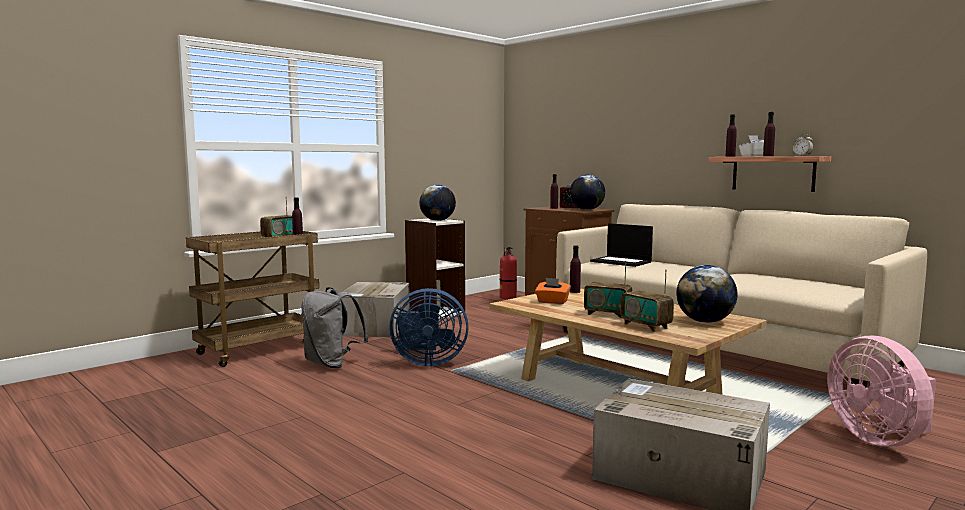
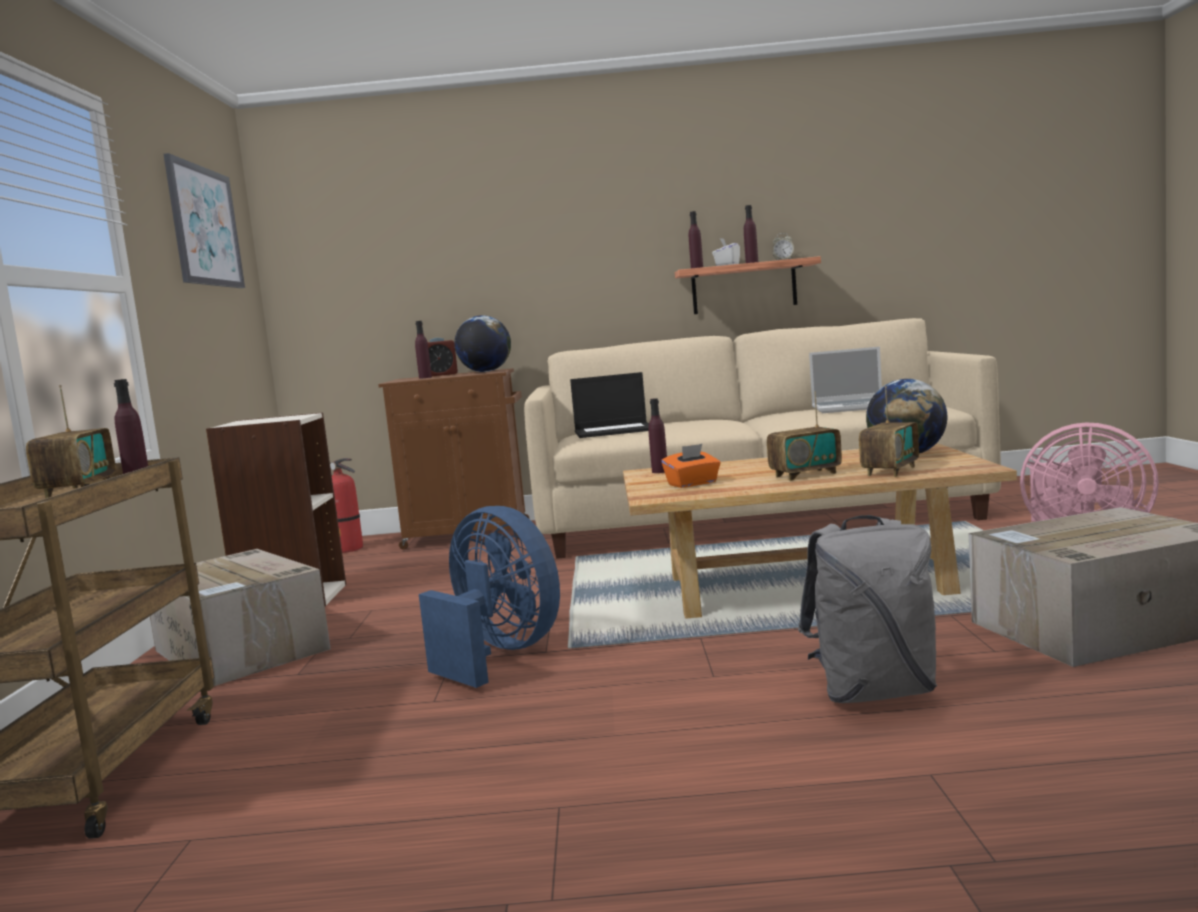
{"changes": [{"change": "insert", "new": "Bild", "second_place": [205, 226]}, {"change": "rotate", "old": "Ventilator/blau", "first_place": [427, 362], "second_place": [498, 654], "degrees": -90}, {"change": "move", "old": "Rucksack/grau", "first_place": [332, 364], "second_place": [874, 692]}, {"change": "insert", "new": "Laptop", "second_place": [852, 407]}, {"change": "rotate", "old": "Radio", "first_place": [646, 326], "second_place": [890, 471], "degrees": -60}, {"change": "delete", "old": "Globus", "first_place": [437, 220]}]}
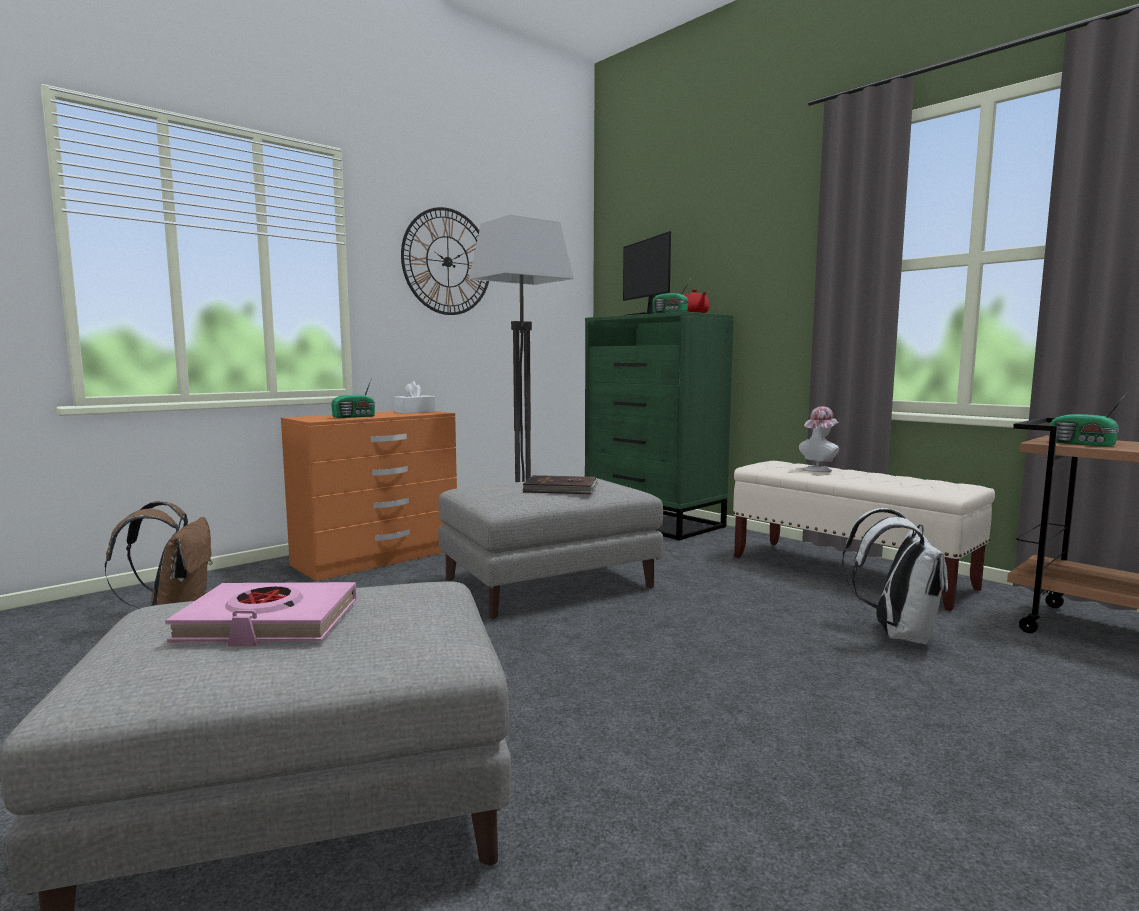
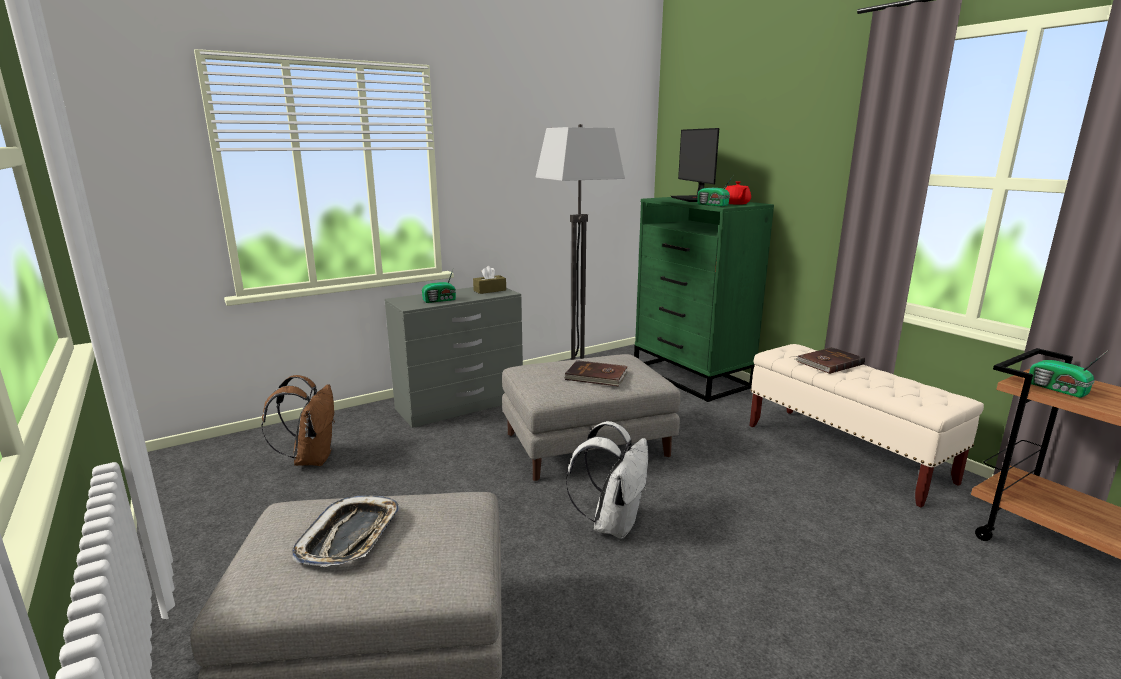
{"changes": [{"change": "replace", "old": "Buch/rosa", "new": "Tablett", "first_place": [268, 623], "second_place": [350, 537]}, {"change": "recolor", "old": "Kommode/orange", "new": "Kommode/grau", "first_place": [378, 557], "second_place": [461, 405]}, {"change": "recolor", "old": "Taschentuchbox/weiß", "new": "Taschentuchbox/braun", "first_place": [415, 412], "second_place": [490, 290]}, {"change": "move", "old": "Rucksack/weiß", "first_place": [896, 634], "second_place": [613, 524]}, {"change": "replace", "old": "Hut", "new": "Buch/braun", "first_place": [819, 469], "second_place": [829, 363]}, {"change": "delete", "old": "Wanduhr", "first_place": [447, 262]}]}
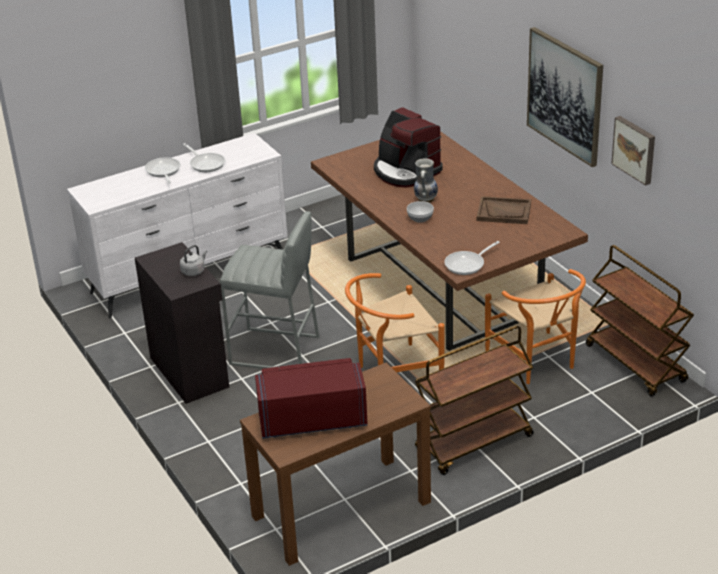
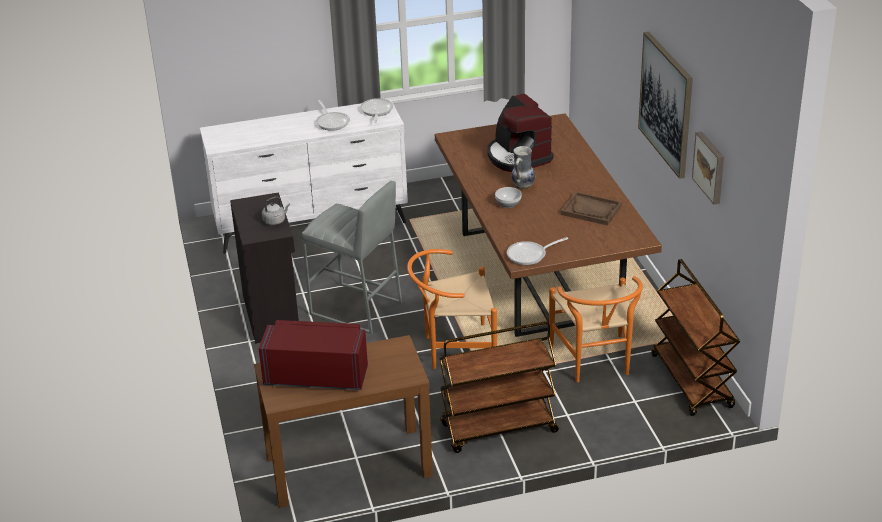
{"changes": [{"change": "move", "old": "Pfanne", "first_place": [163, 172], "second_place": [376, 111]}]}
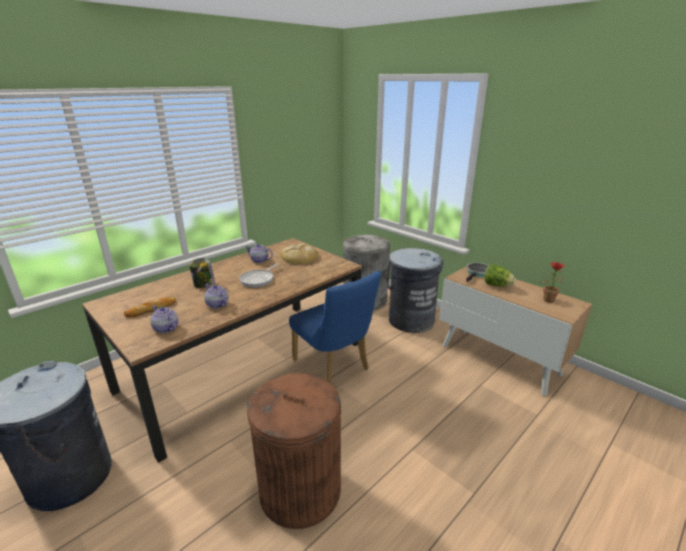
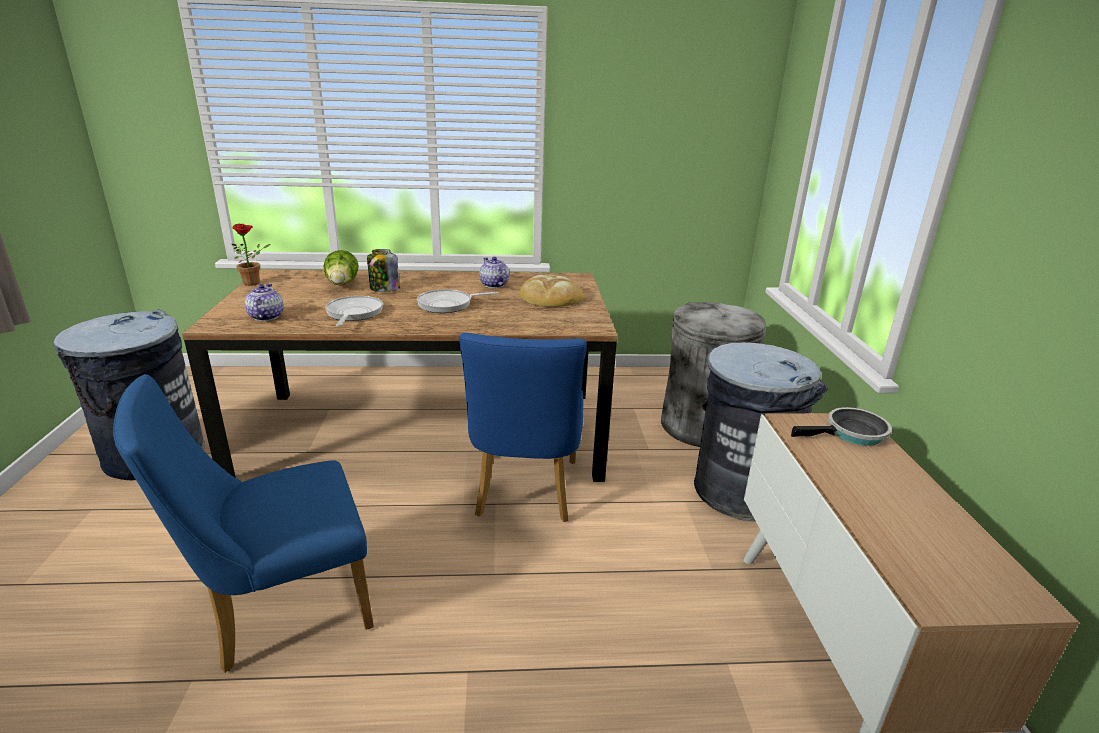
{"changes": [{"change": "replace", "old": "Mülleimer/braun", "new": "Stuhl/blau", "first_place": [299, 489], "second_place": [279, 610]}, {"change": "move", "old": "Topfpflanze", "first_place": [548, 299], "second_place": [255, 283]}, {"change": "move", "old": "Salatkopf", "first_place": [497, 285], "second_place": [342, 285]}, {"change": "replace", "old": "Teekanne", "new": "Pfanne", "first_place": [217, 305], "second_place": [353, 314]}, {"change": "delete", "old": "Brot", "first_place": [152, 309]}]}
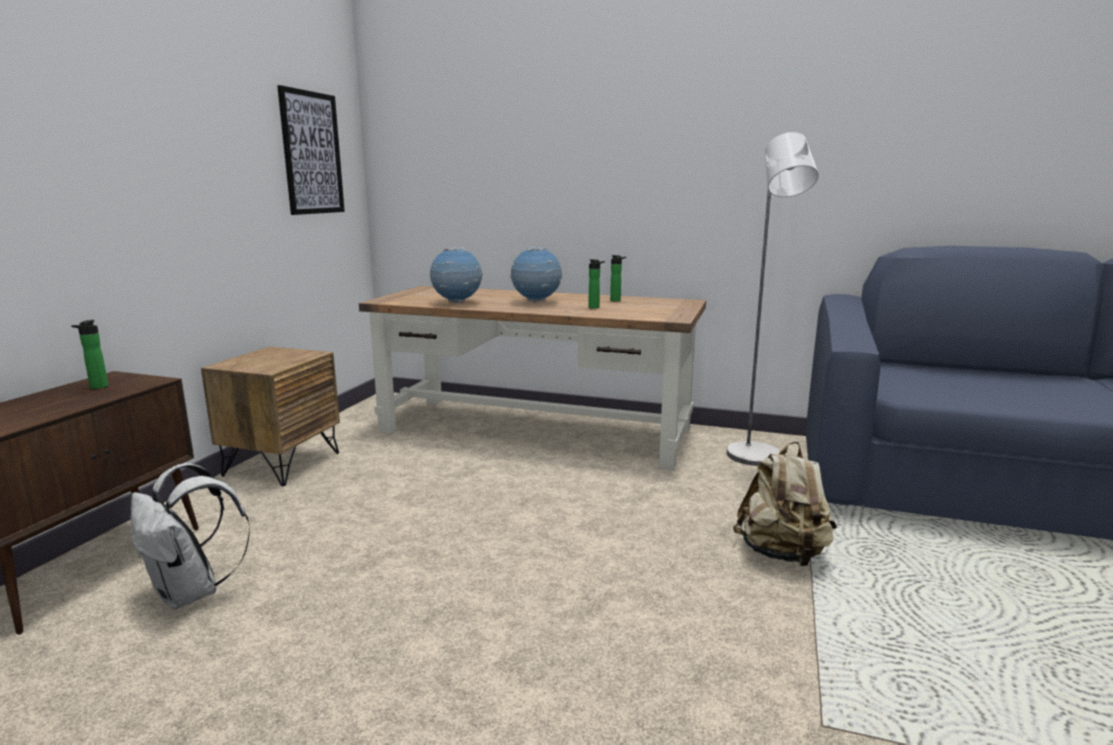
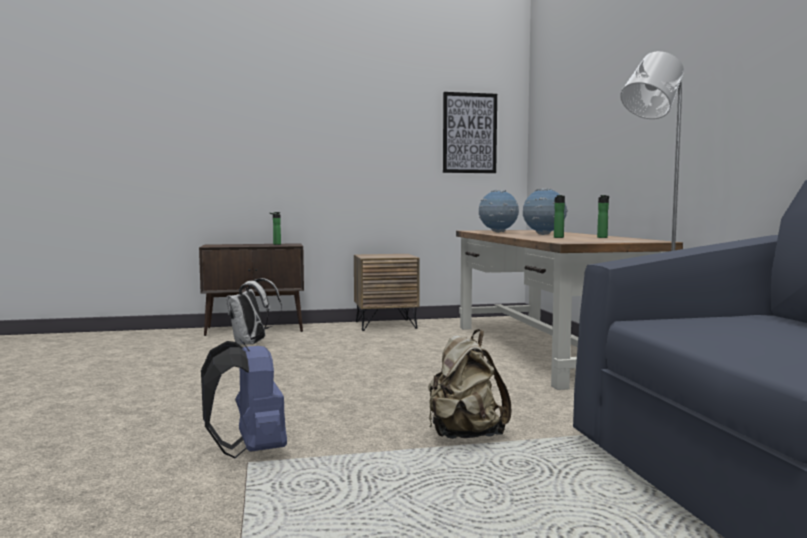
{"changes": [{"change": "insert", "new": "Rucksack/blau", "second_place": [250, 451]}]}
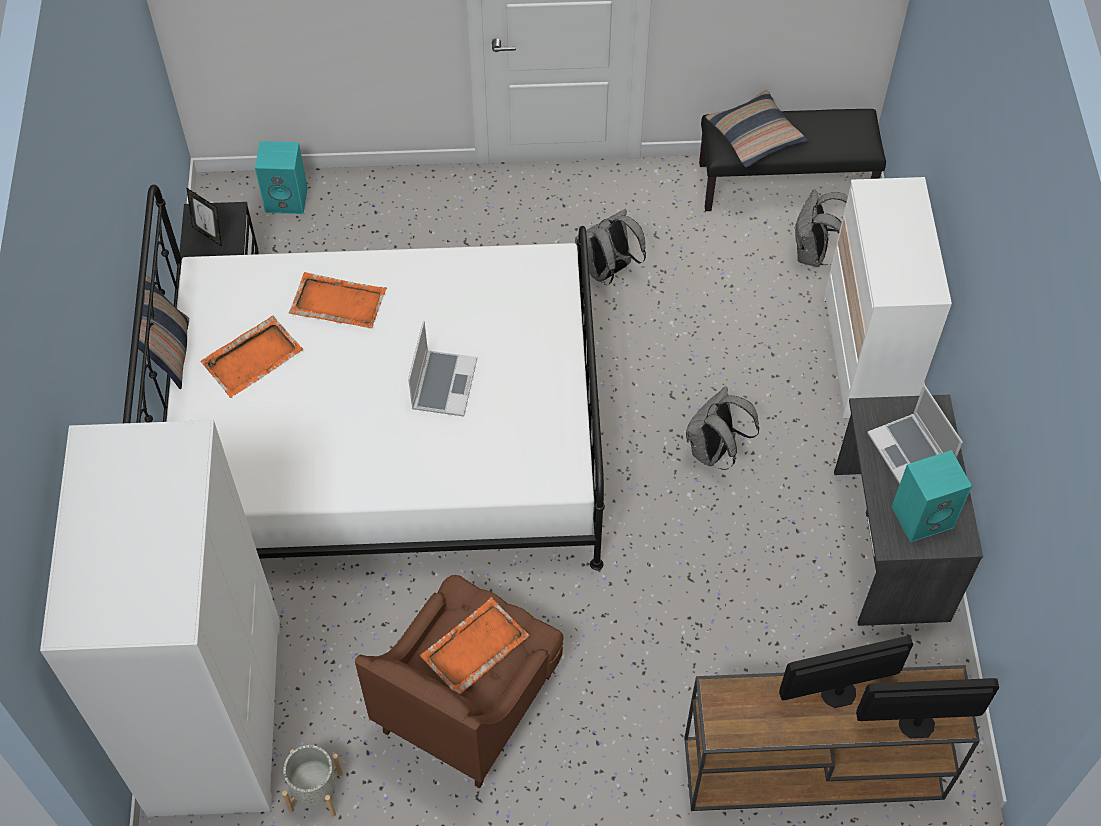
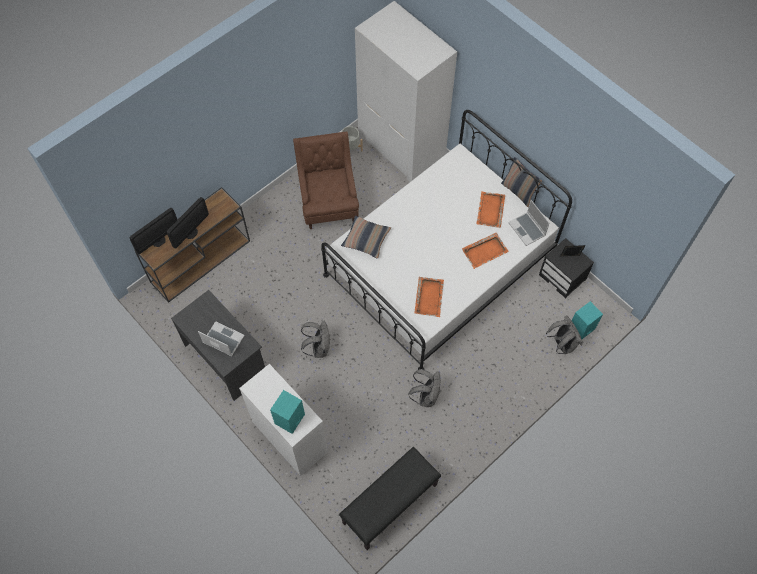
{"changes": [{"change": "move", "old": "Lautsprecher/türkis", "first_place": [923, 516], "second_place": [289, 420]}, {"change": "move", "old": "Kissen", "first_place": [755, 136], "second_place": [366, 239]}, {"change": "move", "old": "Tablett/orange", "first_place": [474, 648], "second_place": [429, 297]}, {"change": "move", "old": "Laptop", "first_place": [443, 383], "second_place": [527, 229]}, {"change": "move", "old": "Rucksack/grau", "first_place": [813, 254], "second_place": [562, 344]}]}
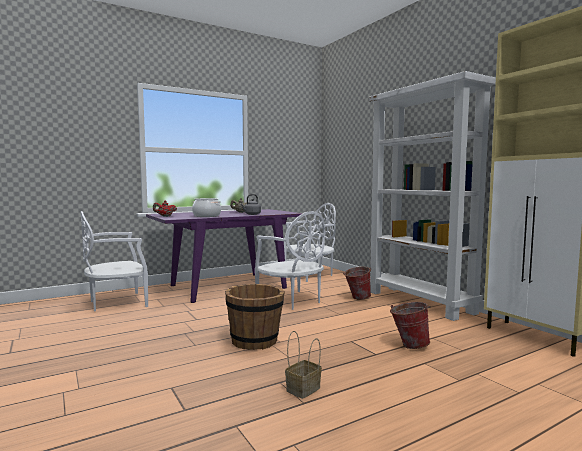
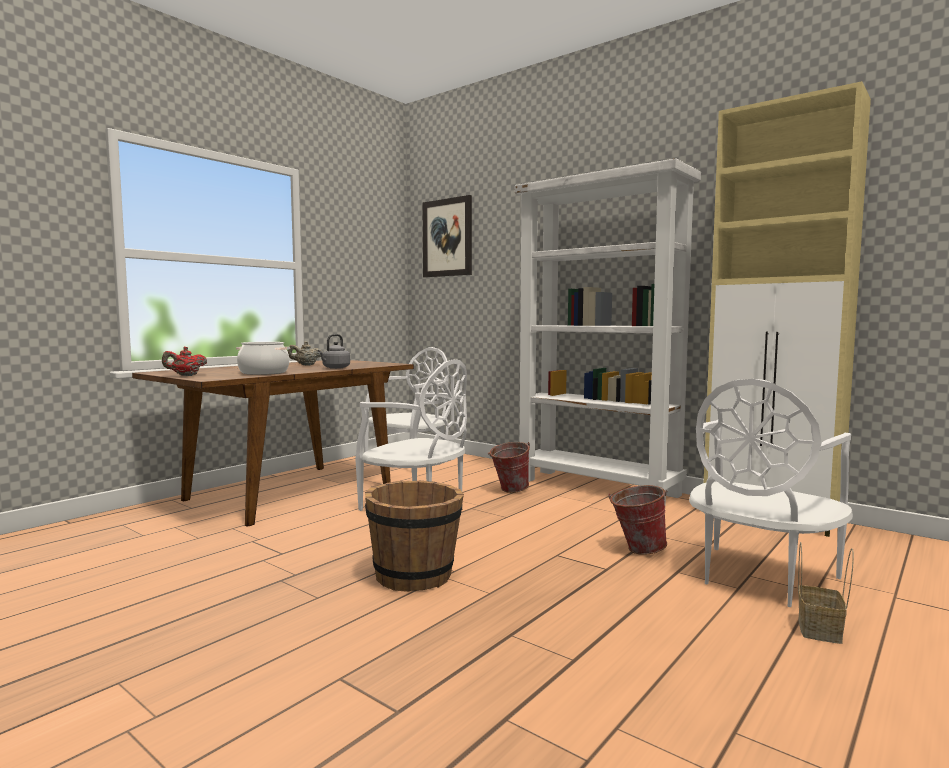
{"changes": [{"change": "recolor", "old": "Esstisch/lila", "new": "Esstisch/braun", "first_place": [227, 287], "second_place": [288, 493]}, {"change": "insert", "new": "Bild", "second_place": [447, 238]}, {"change": "move", "old": "Stuhl/weiß", "first_place": [116, 303], "second_place": [759, 578]}, {"change": "move", "old": "Korb", "first_place": [303, 390], "second_place": [821, 631]}]}
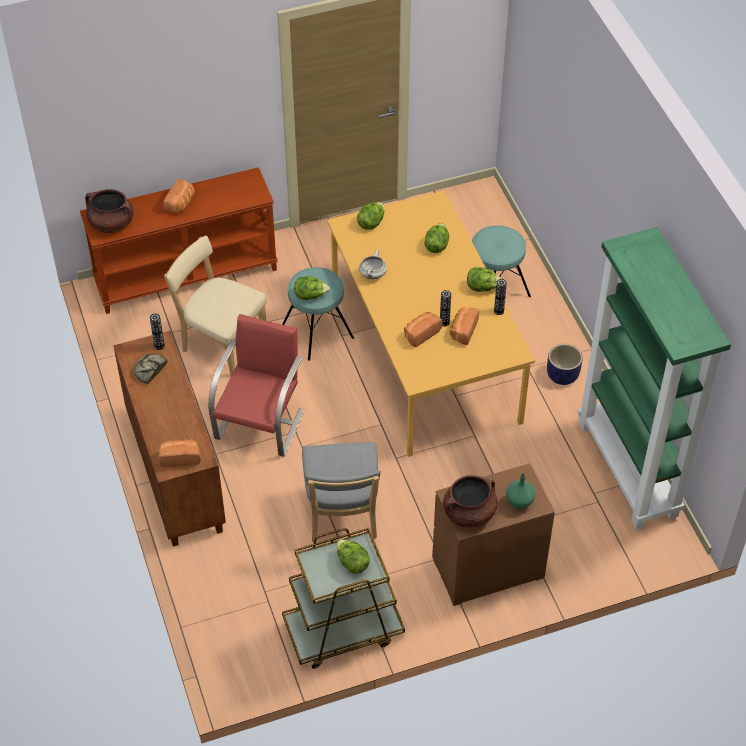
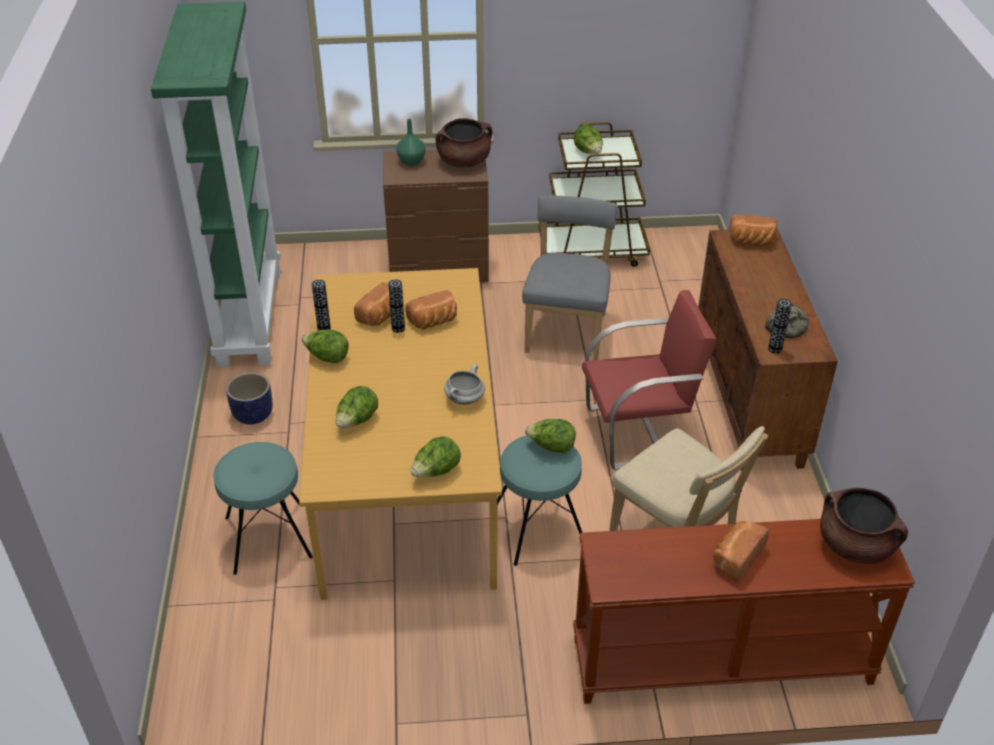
{"changes": [{"change": "rotate", "old": "Stuhl/rot", "first_place": [261, 423], "second_place": [638, 432], "degrees": -135}]}
